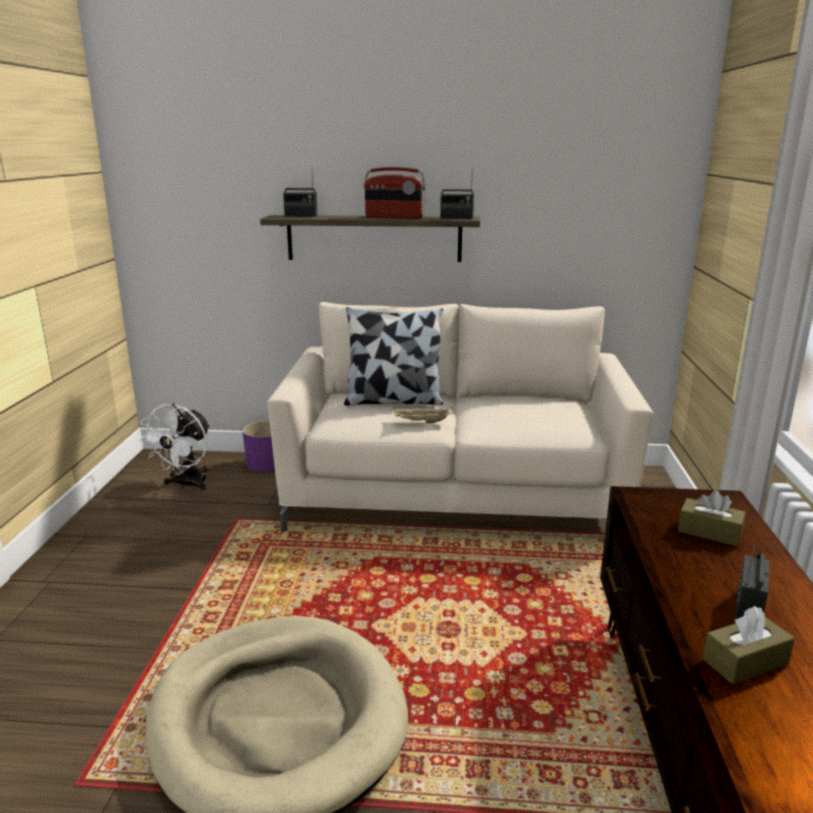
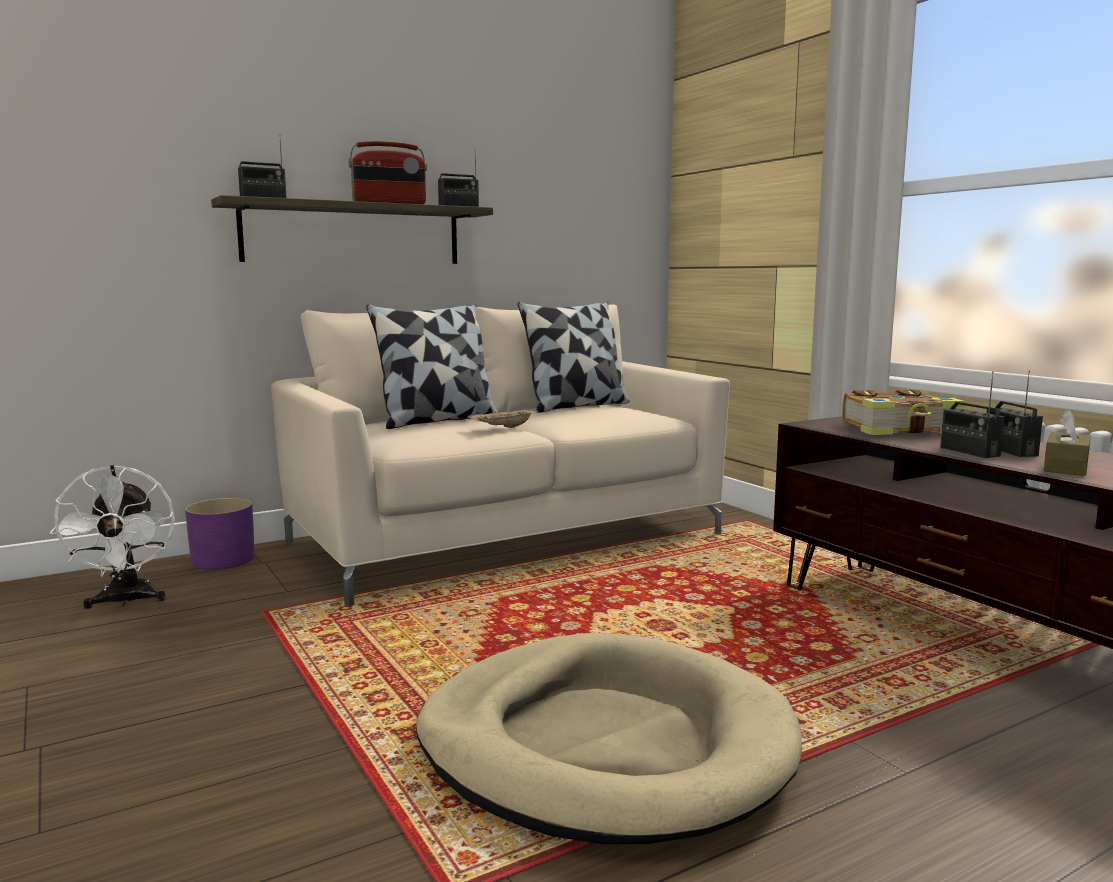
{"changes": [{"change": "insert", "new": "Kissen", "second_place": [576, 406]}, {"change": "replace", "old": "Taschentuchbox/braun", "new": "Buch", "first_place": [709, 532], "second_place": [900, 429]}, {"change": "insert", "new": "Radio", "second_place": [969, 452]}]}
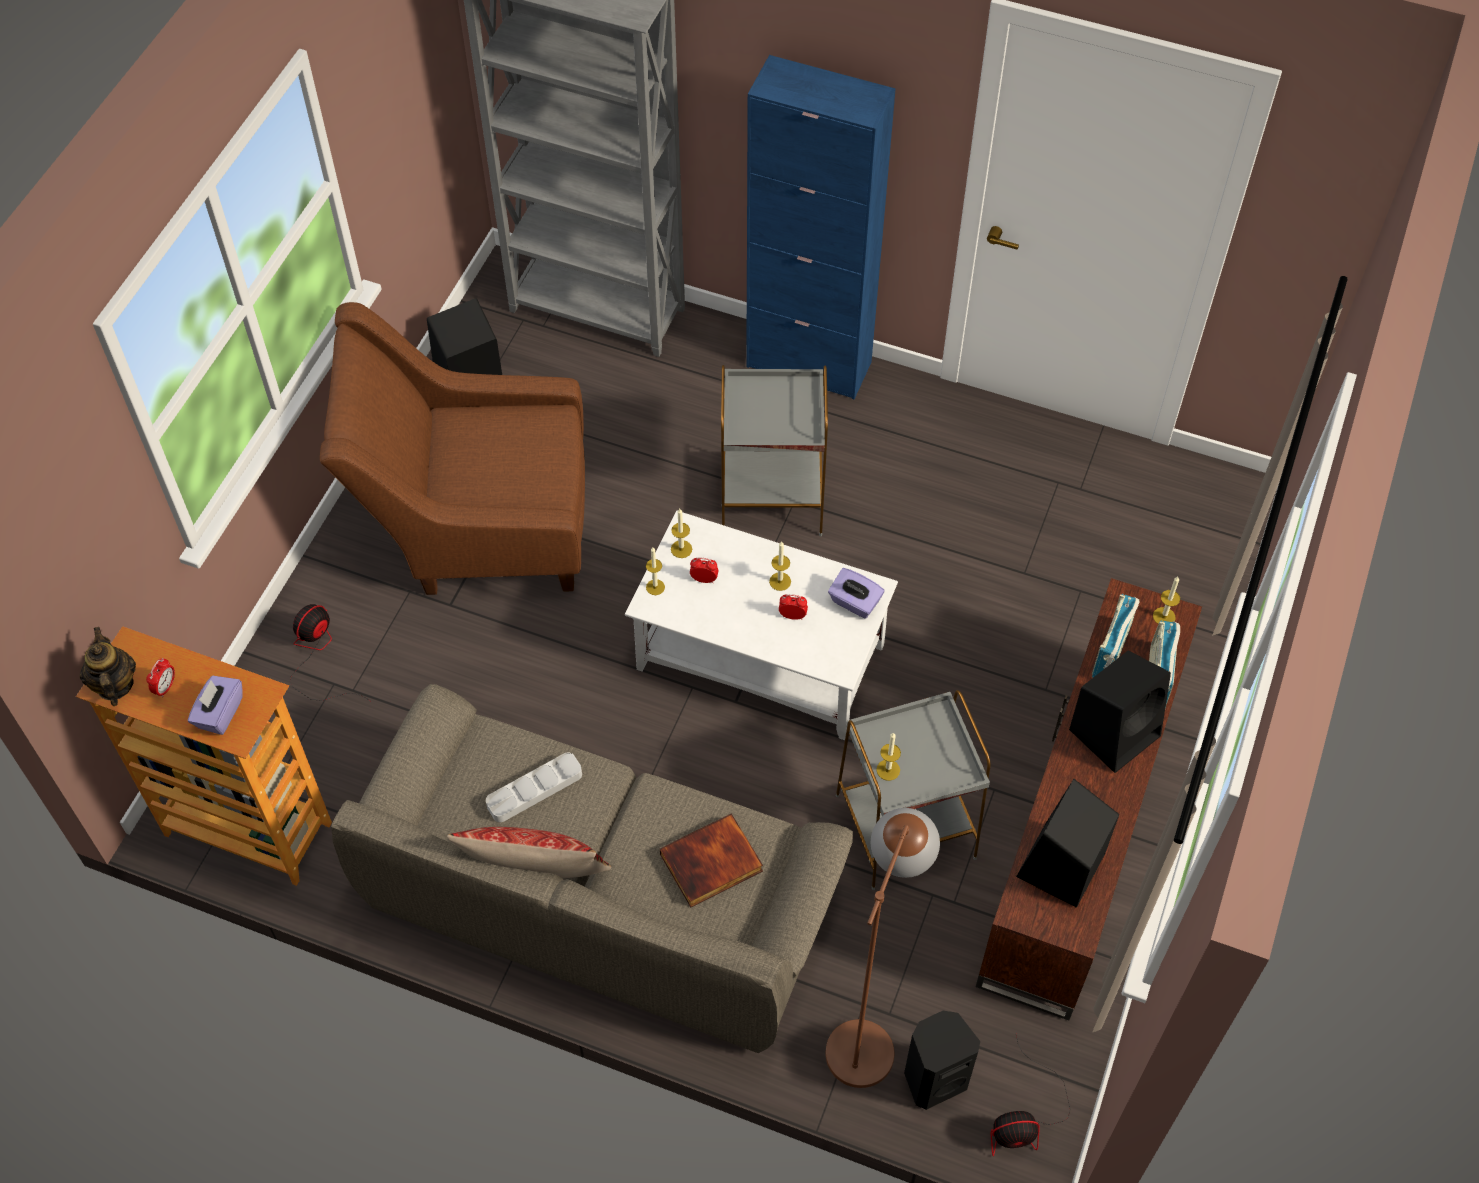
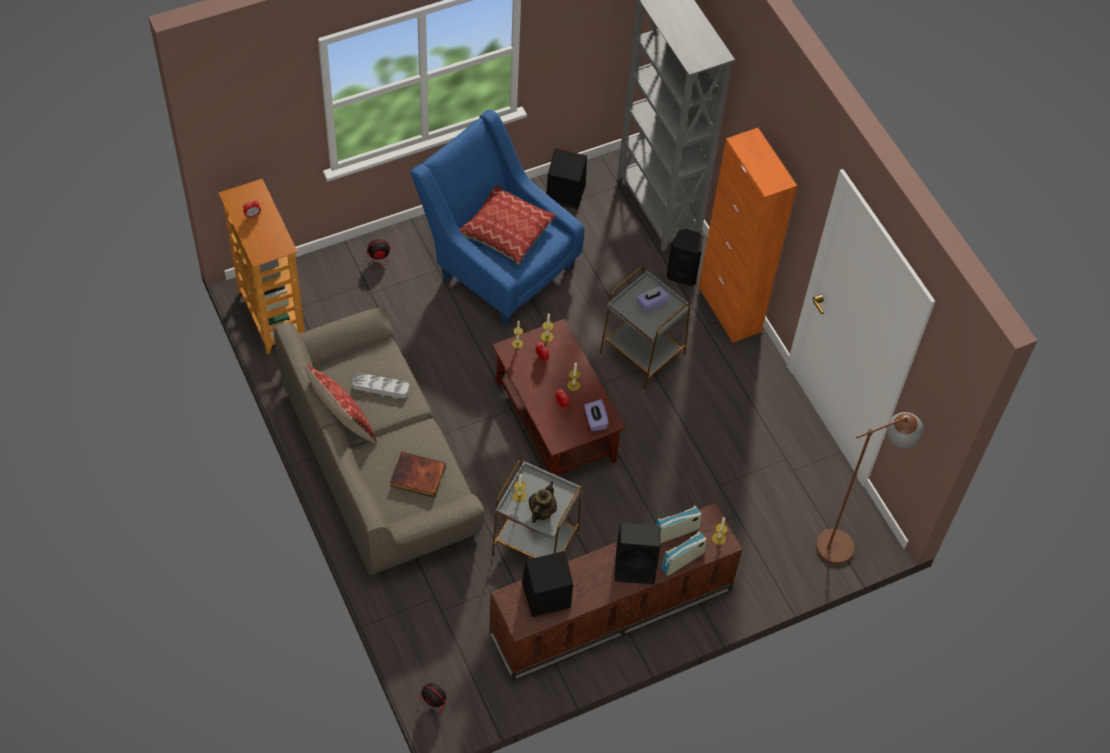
{"changes": [{"change": "recolor", "old": "Sessel/braun", "new": "Sessel/blau", "first_place": [478, 524], "second_place": [497, 263]}, {"change": "insert", "new": "Kissen", "second_place": [506, 230]}, {"change": "recolor", "old": "Couchtisch/weiß", "new": "Couchtisch/braun", "first_place": [758, 657], "second_place": [554, 421]}, {"change": "move", "old": "Teekanne", "first_place": [114, 685], "second_place": [541, 511]}, {"change": "move", "old": "Taschentuchbox/lila", "first_place": [219, 713], "second_place": [651, 304]}, {"change": "move", "old": "Lautsprecher/schwarz", "first_place": [934, 1078], "second_place": [683, 274]}, {"change": "recolor", "old": "Schrank/blau", "new": "Schrank/orange", "first_place": [808, 365], "second_place": [729, 309]}, {"change": "move", "old": "Stehlampe/braun", "first_place": [867, 1031], "second_place": [846, 542]}]}
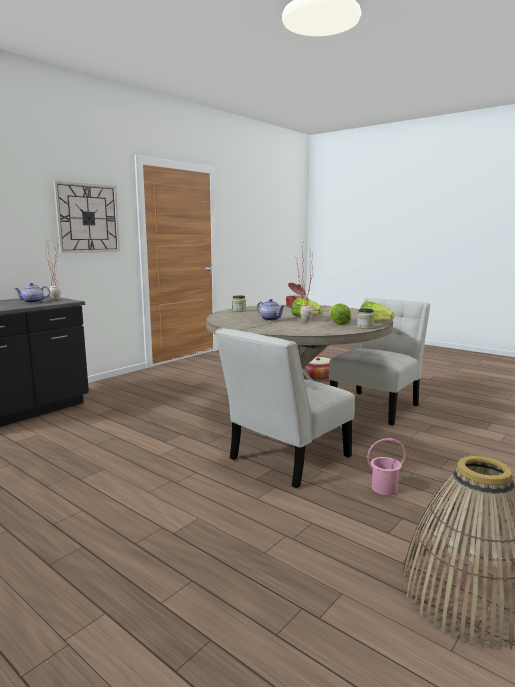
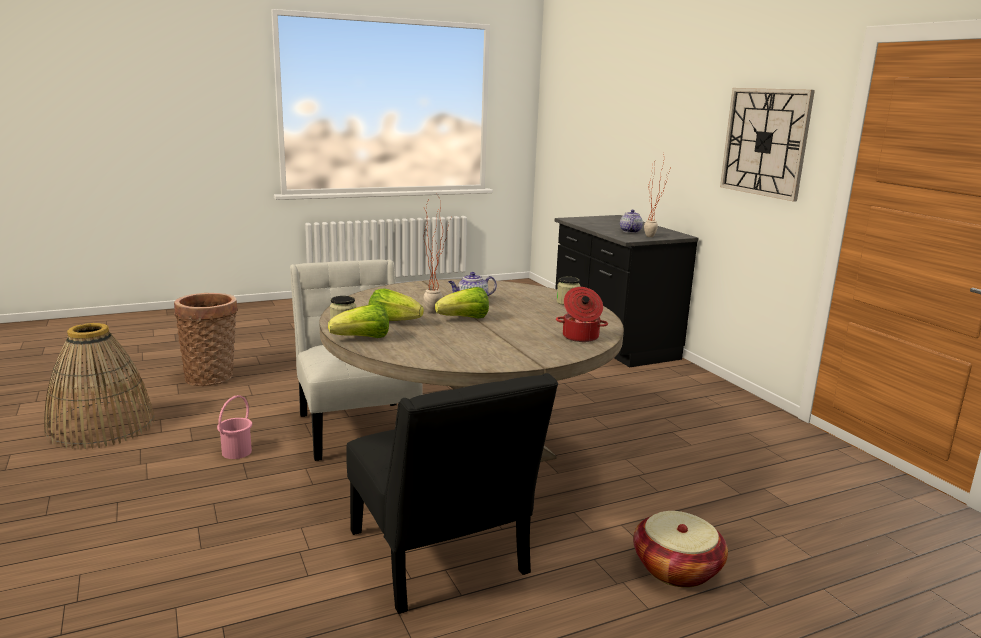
{"changes": [{"change": "insert", "new": "Korb", "second_place": [212, 376]}, {"change": "recolor", "old": "Stuhl/weiß", "new": "Stuhl/schwarz", "first_place": [376, 406], "second_place": [441, 559]}]}
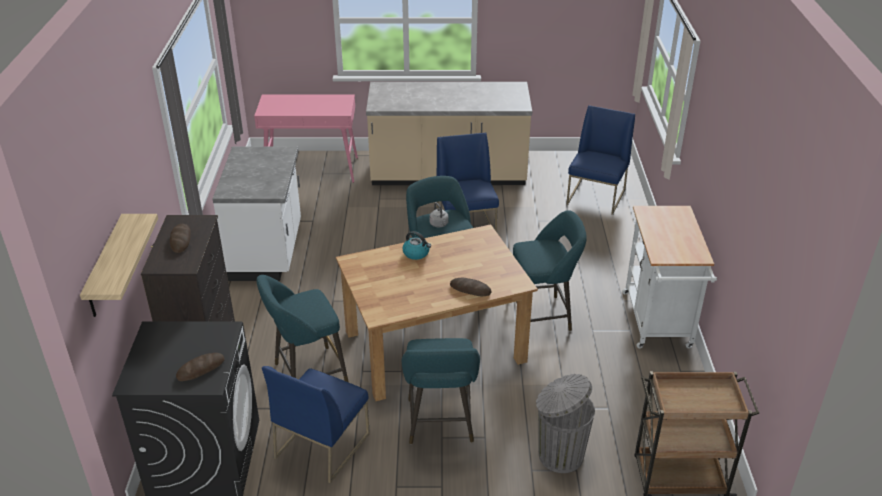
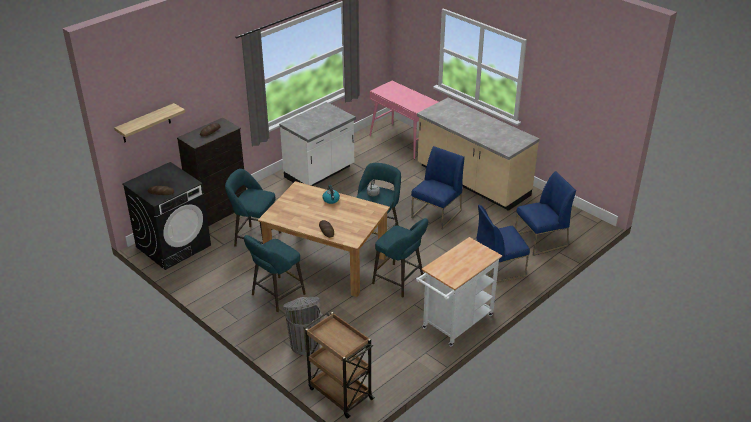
{"changes": [{"change": "move", "old": "Stuhl/blau", "first_place": [322, 445], "second_place": [498, 268]}]}
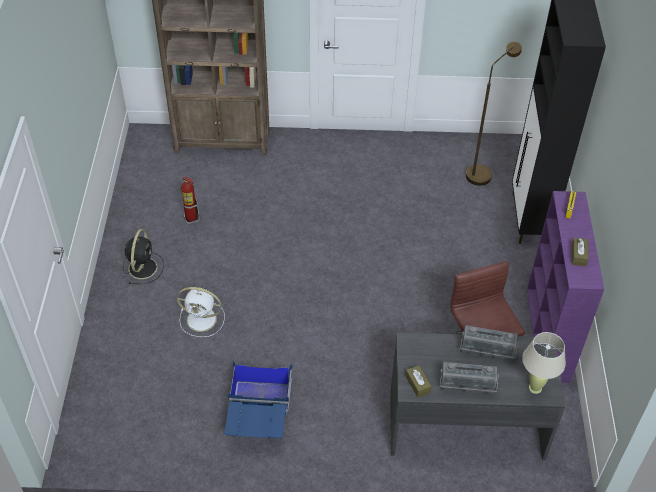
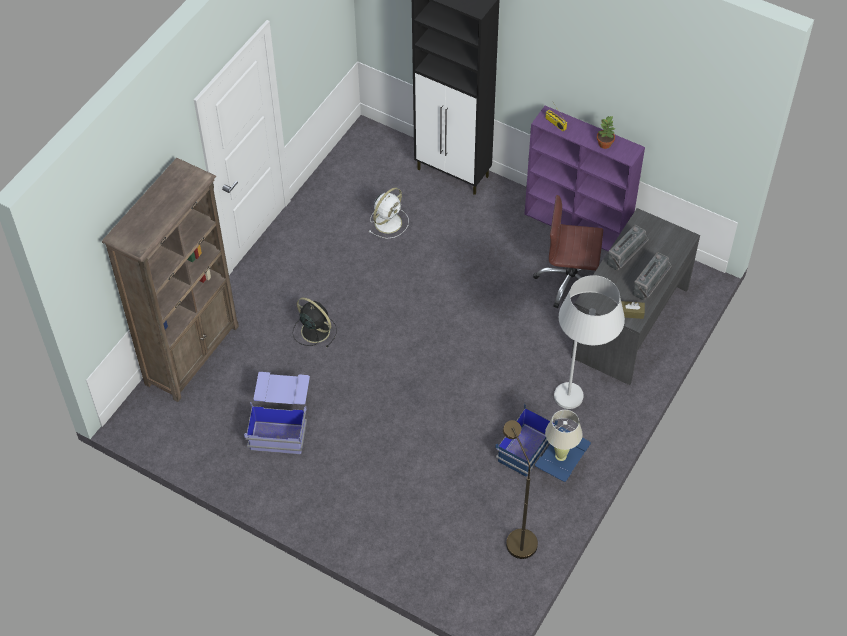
{"changes": [{"change": "replace", "old": "Feuerlöscher", "new": "Aufbewahrungsbox/blau", "first_place": [191, 219], "second_place": [281, 422]}, {"change": "move", "old": "Ventilator/schwarz", "first_place": [143, 267], "second_place": [314, 330]}, {"change": "move", "old": "Ventilator/weiß", "first_place": [203, 319], "second_place": [389, 222]}, {"change": "move", "old": "Stehlampe/braun", "first_place": [482, 171], "second_place": [517, 537]}, {"change": "move", "old": "Tischlampe/beige", "first_place": [535, 388], "second_place": [561, 456]}, {"change": "insert", "new": "Stehlampe/weiß", "second_place": [578, 408]}, {"change": "replace", "old": "Taschentuchbox/braun", "new": "Topfpflanze", "first_place": [578, 255], "second_place": [605, 144]}]}
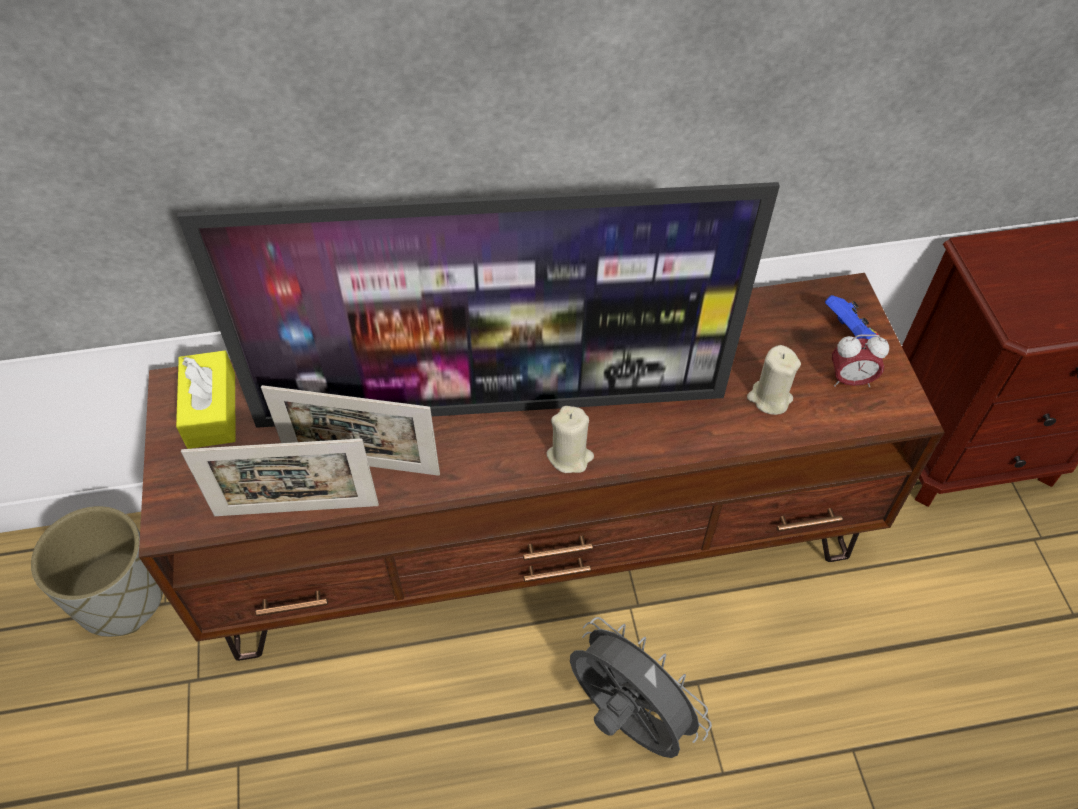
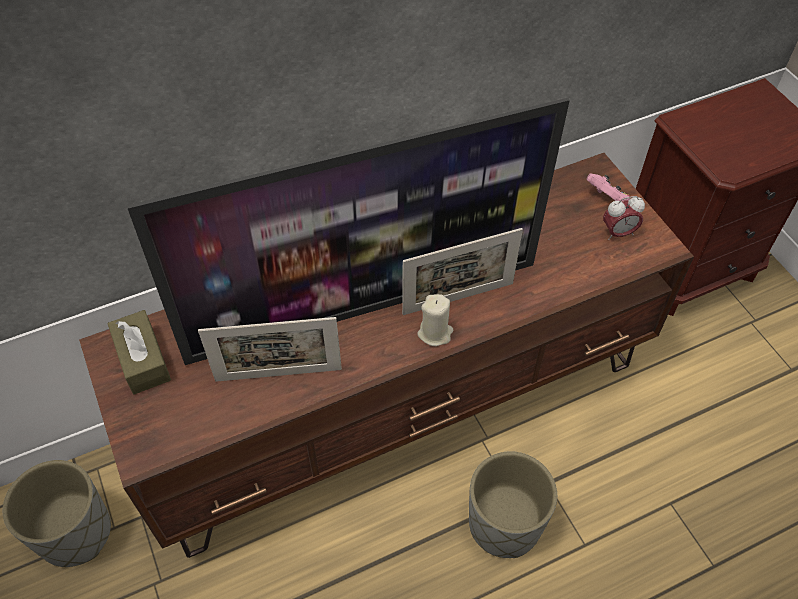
{"changes": [{"change": "recolor", "old": "Taschentuchbox/gelb", "new": "Taschentuchbox/braun", "first_place": [211, 410], "second_place": [143, 360]}, {"change": "move", "old": "Bilderrahmen", "first_place": [296, 510], "second_place": [458, 298]}, {"change": "replace", "old": "Ventilator/grau", "new": "Pflanzkübel/grau", "first_place": [625, 720], "second_place": [503, 524]}, {"change": "recolor", "old": "Gamepad/blau", "new": "Gamepad/rosa", "first_place": [849, 334], "second_place": [607, 199]}, {"change": "delete", "old": "Kerze/beige", "first_place": [769, 398]}]}
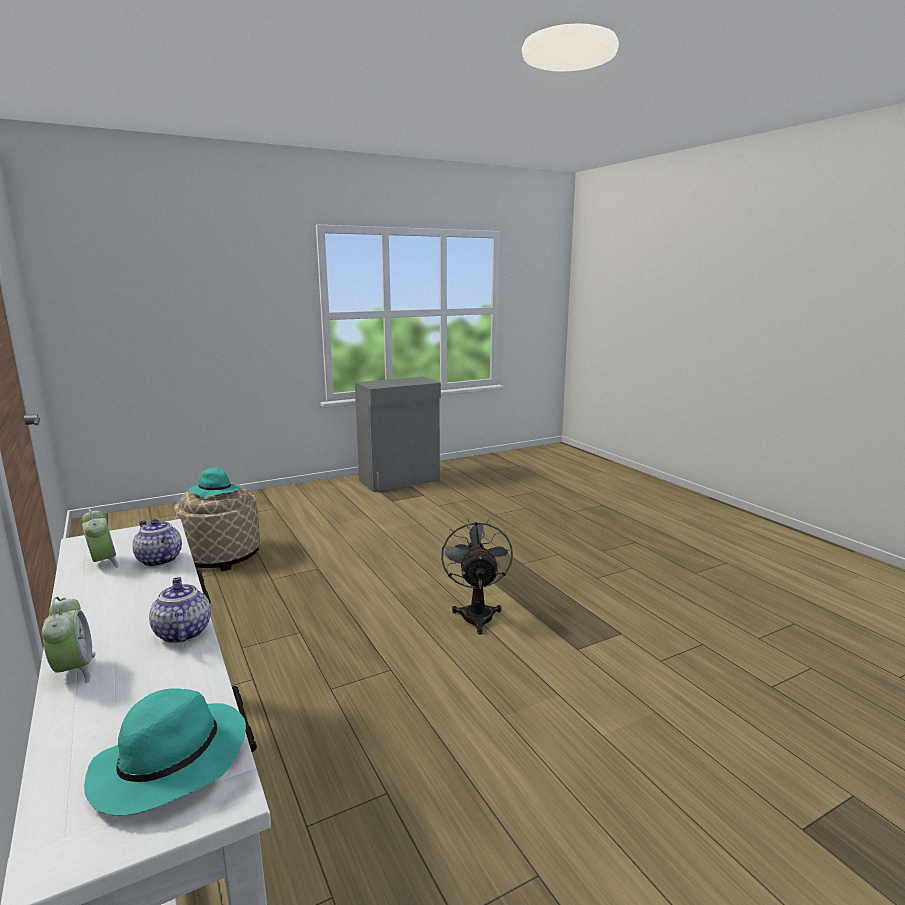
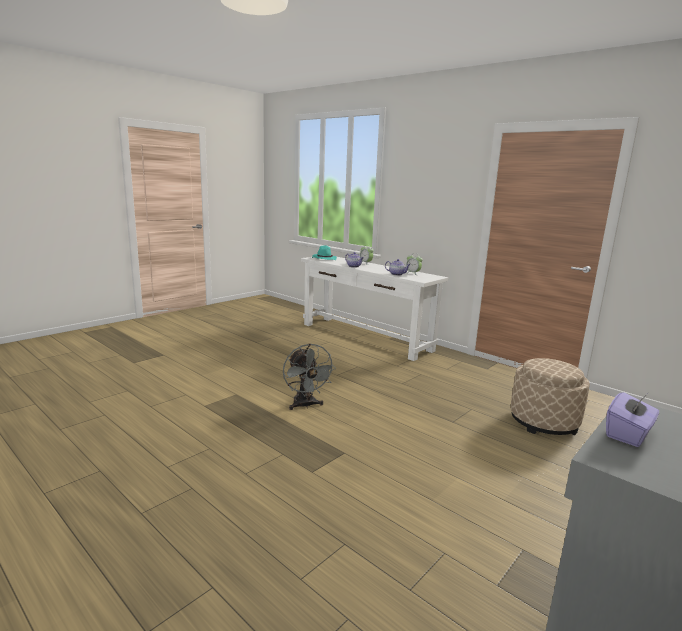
{"changes": [{"change": "insert", "new": "Taschentuchbox/lila", "second_place": [628, 434]}, {"change": "delete", "old": "Hut/türkis", "first_place": [214, 492]}]}
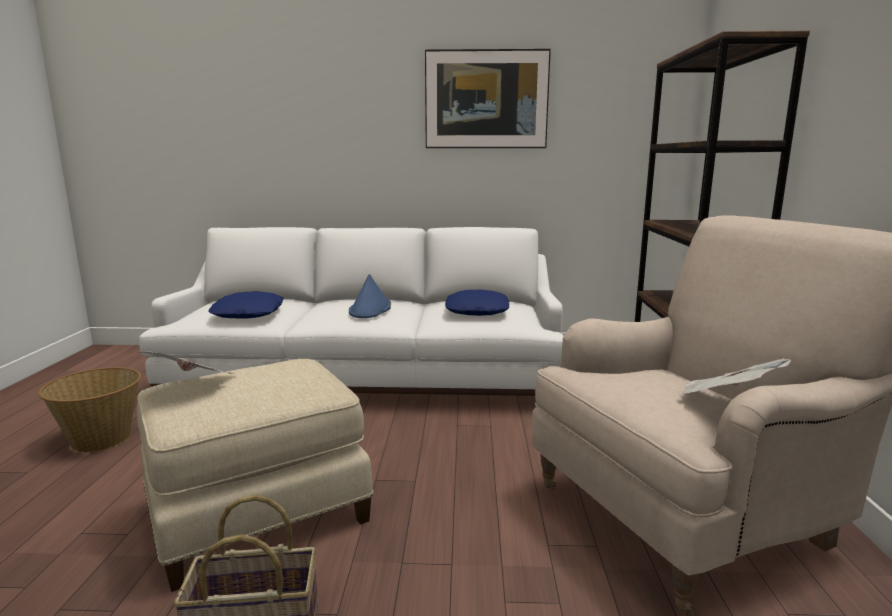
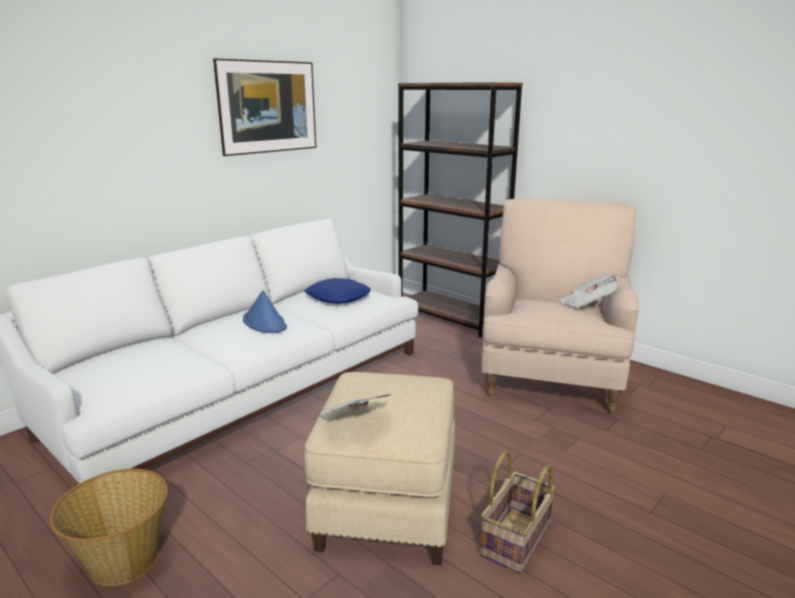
{"changes": [{"change": "delete", "old": "Kissen/blau", "first_place": [249, 313]}]}
